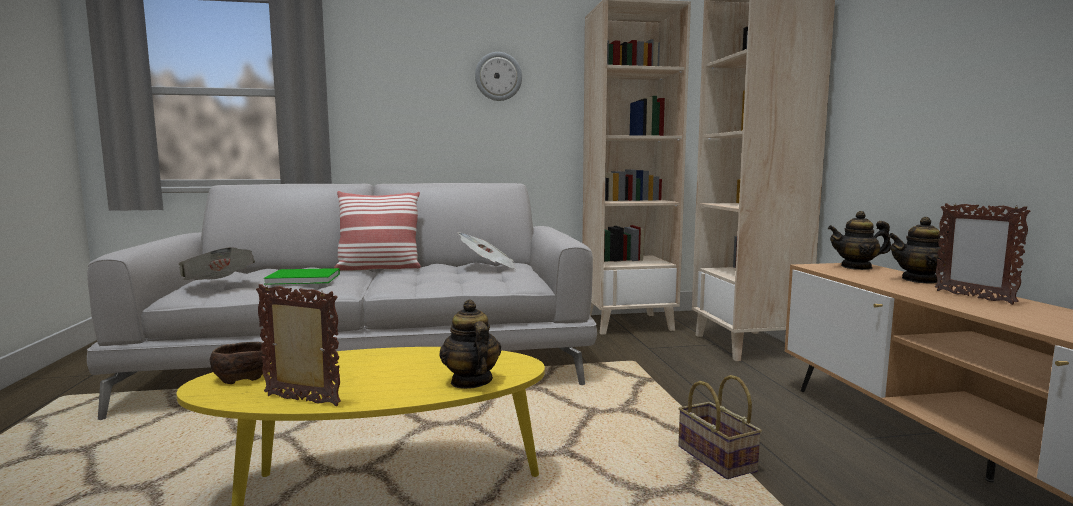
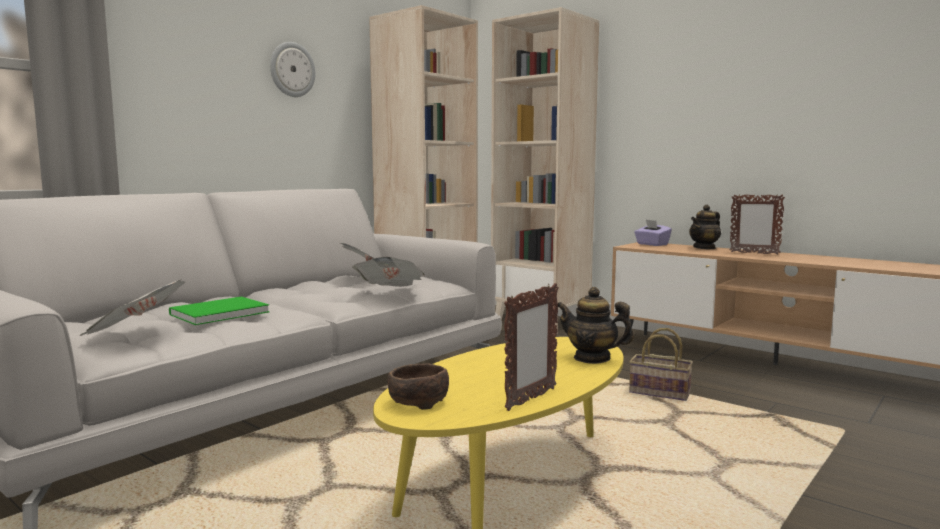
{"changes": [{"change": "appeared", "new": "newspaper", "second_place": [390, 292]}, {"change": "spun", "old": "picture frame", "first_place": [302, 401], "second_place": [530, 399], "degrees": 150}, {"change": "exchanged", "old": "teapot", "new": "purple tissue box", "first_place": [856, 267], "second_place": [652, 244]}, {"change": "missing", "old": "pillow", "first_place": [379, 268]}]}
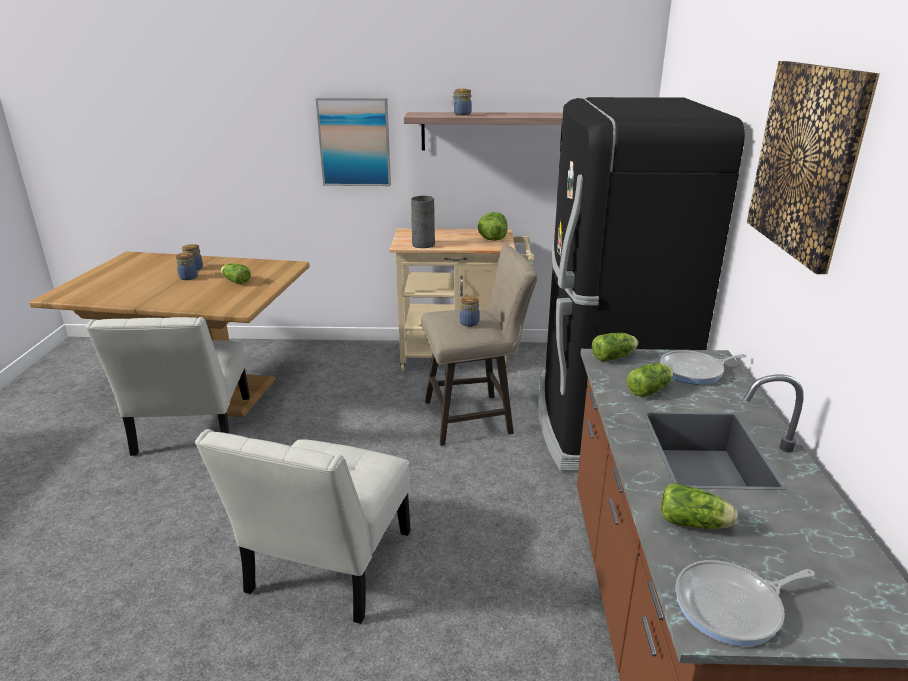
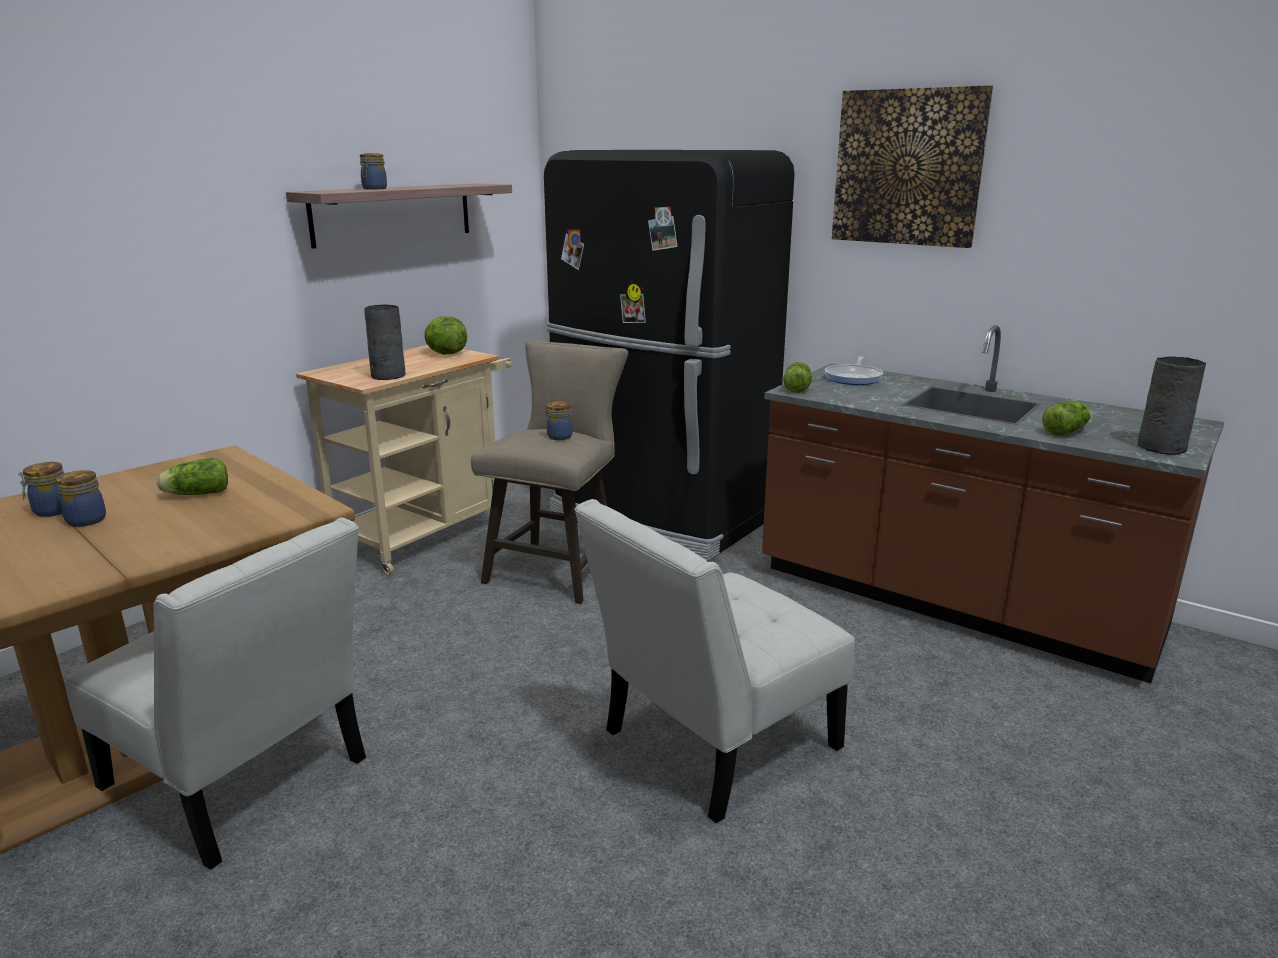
{"changes": [{"change": "spun", "old": "white chair", "first_place": [326, 568], "second_place": [711, 745], "degrees": 90}, {"change": "exchanged", "old": "frying pan", "new": "grey vase", "first_place": [733, 607], "second_place": [1162, 447]}, {"change": "missing", "old": "picture", "first_place": [354, 142]}, {"change": "missing", "old": "lettuce", "first_place": [650, 390]}]}
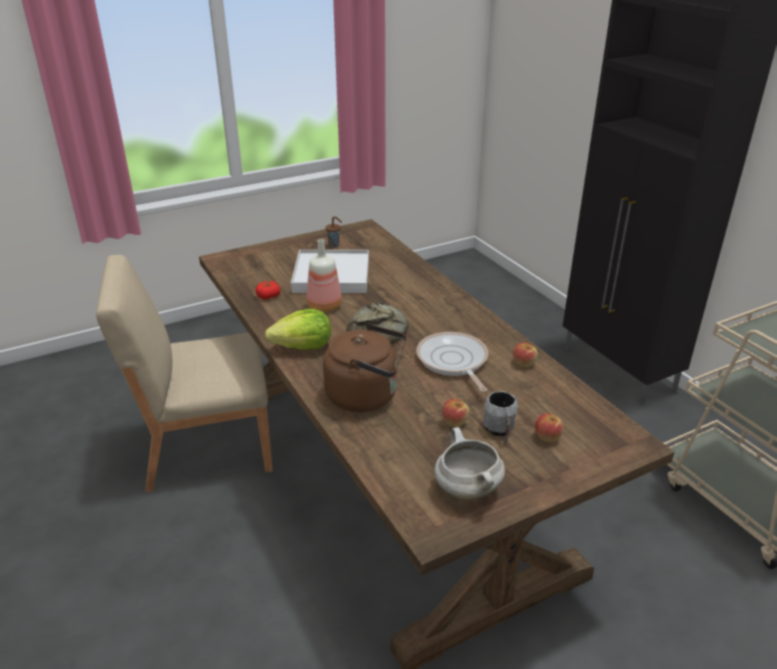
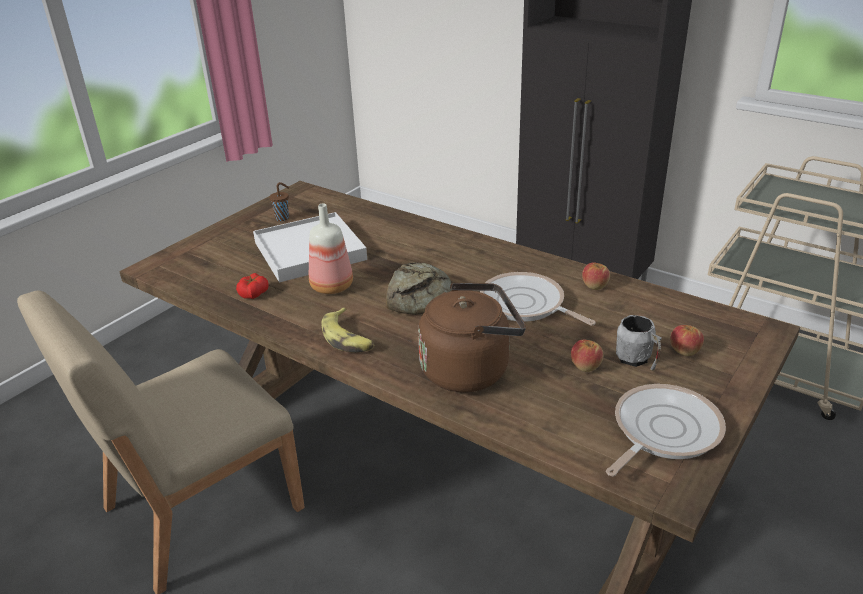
{"changes": [{"change": "exchanged", "old": "lettuce", "new": "banana", "first_place": [303, 346], "second_place": [348, 338]}, {"change": "exchanged", "old": "white cooking pot", "new": "frying pan", "first_place": [466, 489], "second_place": [662, 431]}]}
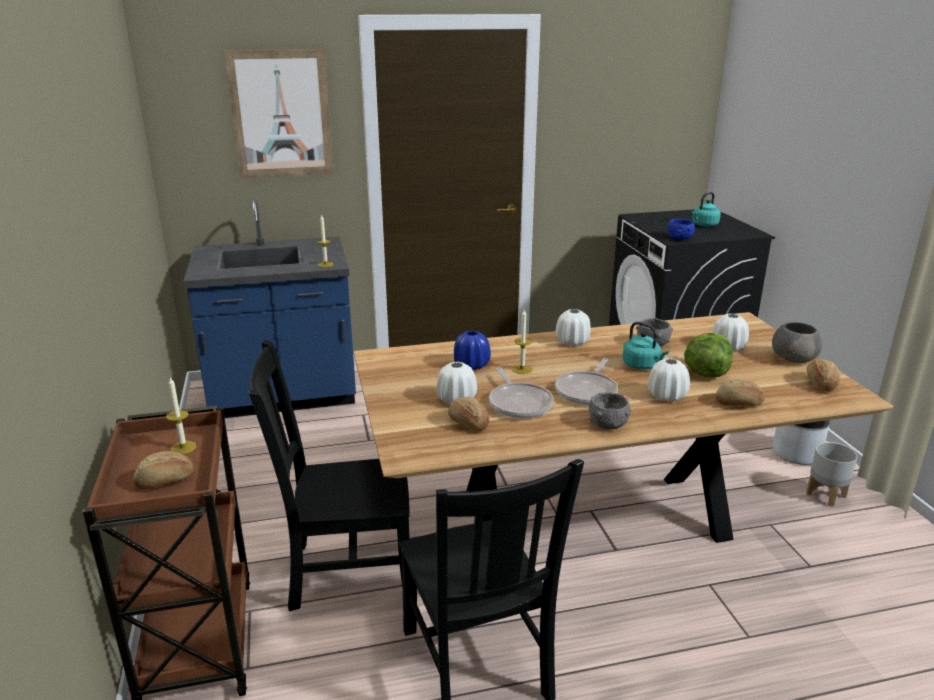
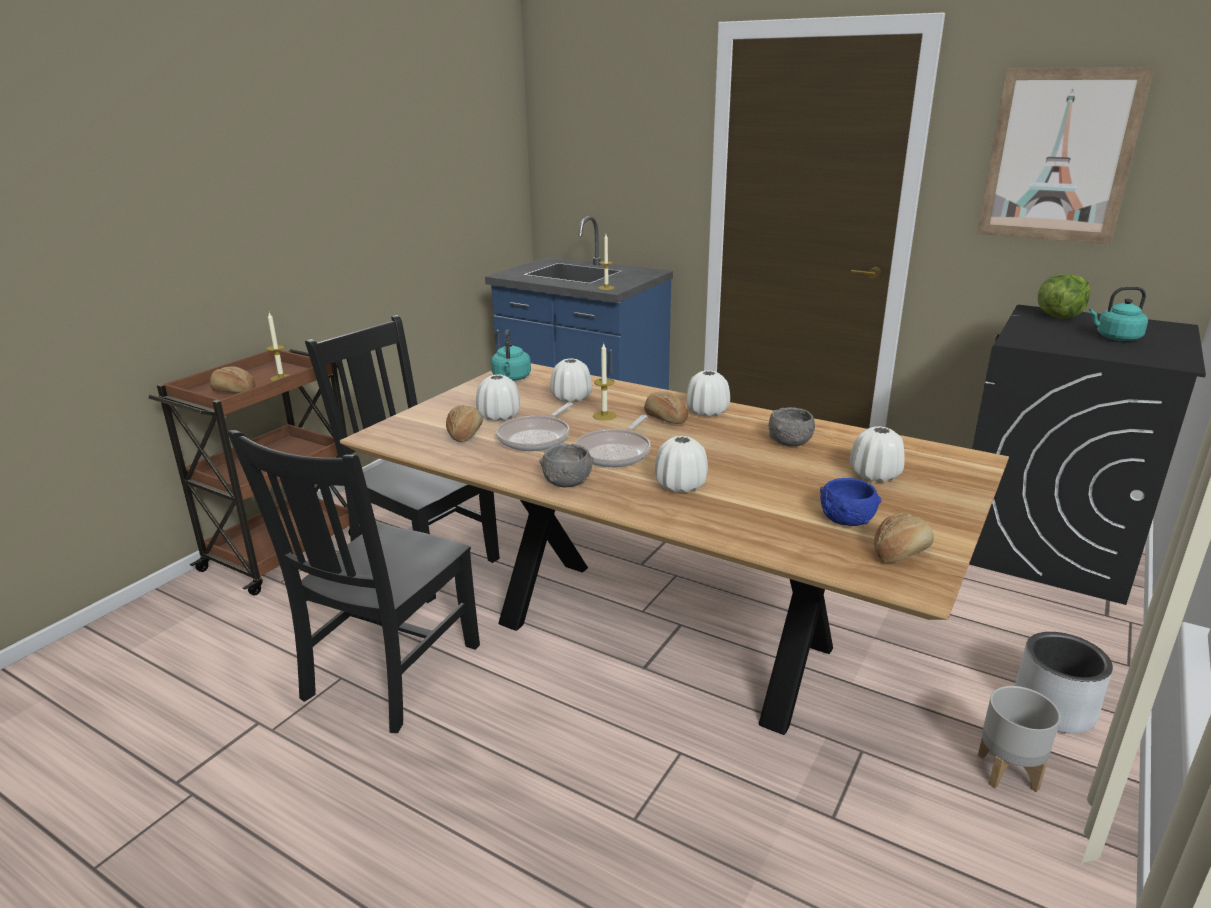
{"changes": [{"change": "relocated", "old": "turquoise kettle", "first_place": [642, 365], "second_place": [511, 378]}, {"change": "colour", "old": "blue vase", "new": "white vase", "first_place": [471, 365], "second_place": [571, 398]}, {"change": "spun", "old": "frying pan", "first_place": [587, 391], "second_place": [615, 452], "degrees": -45}, {"change": "relocated", "old": "bread", "first_place": [739, 404], "second_place": [665, 419]}, {"change": "relocated", "old": "blue bowl", "first_place": [679, 238], "second_place": [846, 519]}, {"change": "relocated", "old": "picture", "first_place": [281, 114], "second_place": [1059, 156]}, {"change": "relocated", "old": "lettuce", "first_place": [705, 373], "second_place": [1058, 316]}, {"change": "missing", "old": "grey bowl", "first_place": [794, 358]}]}
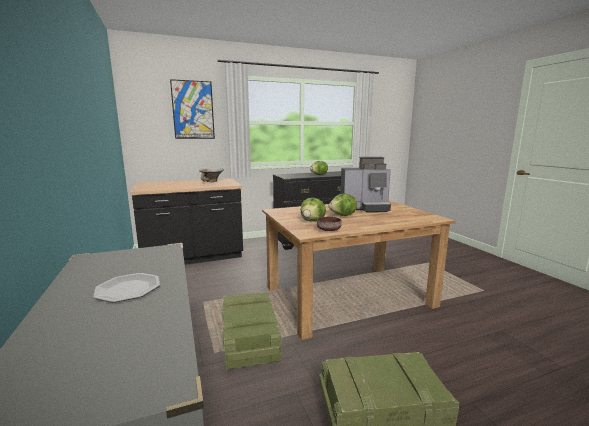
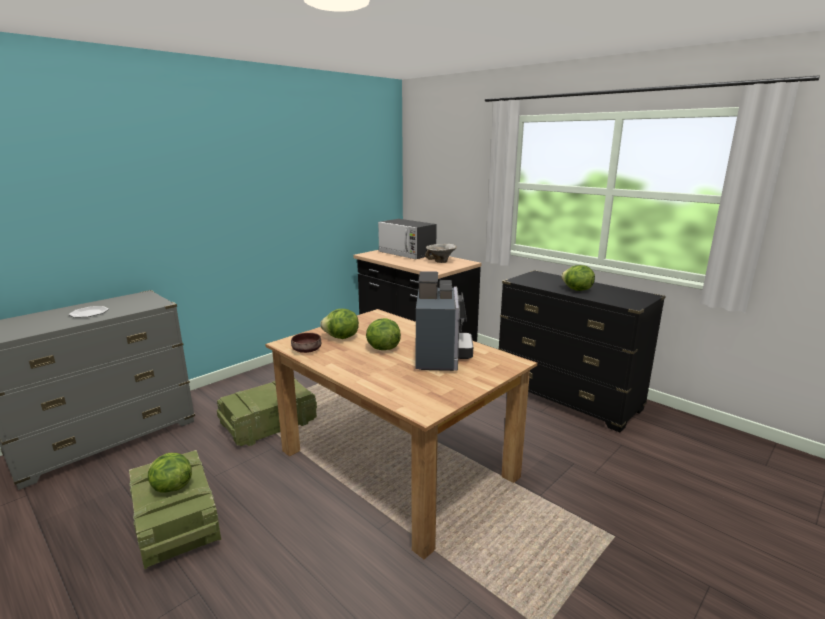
{"changes": [{"change": "appeared", "new": "lettuce", "second_place": [171, 487]}, {"change": "appeared", "new": "microwave", "second_place": [407, 254]}, {"change": "spun", "old": "coffee machine", "first_place": [365, 208], "second_place": [441, 356], "degrees": -150}, {"change": "missing", "old": "picture", "first_place": [193, 110]}]}
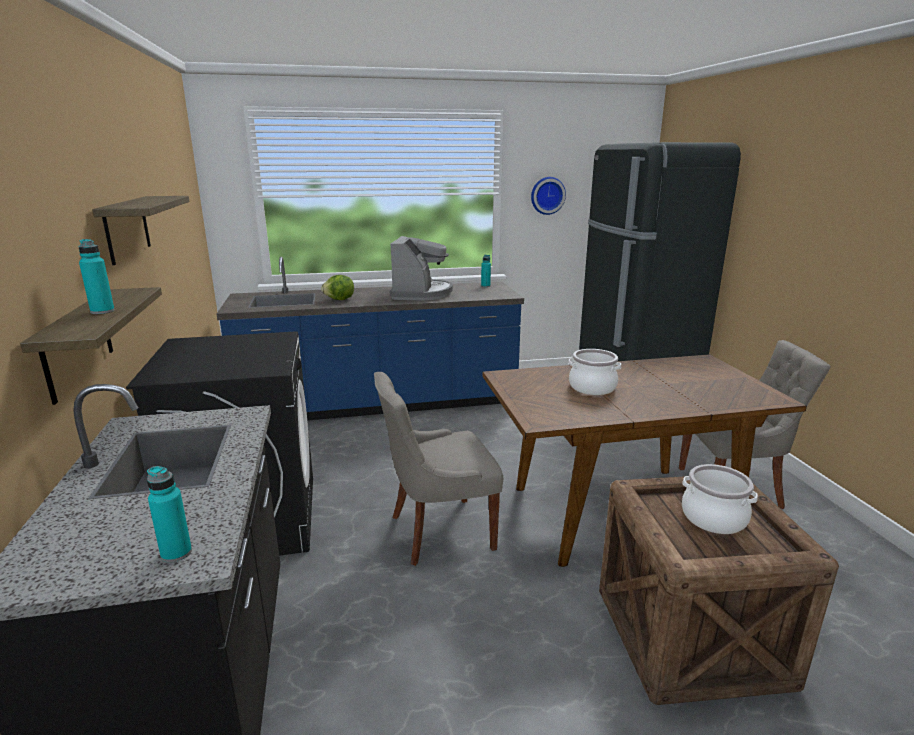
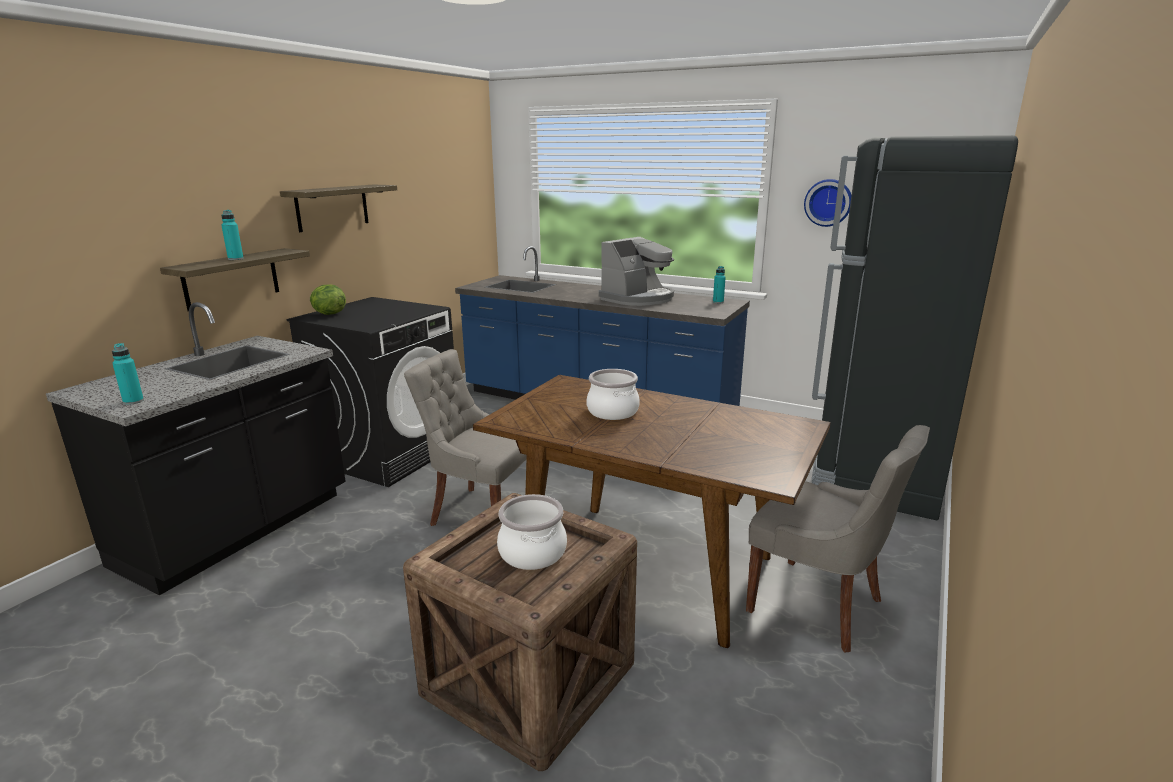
{"changes": [{"change": "relocated", "old": "lettuce", "first_place": [339, 300], "second_place": [328, 314]}]}
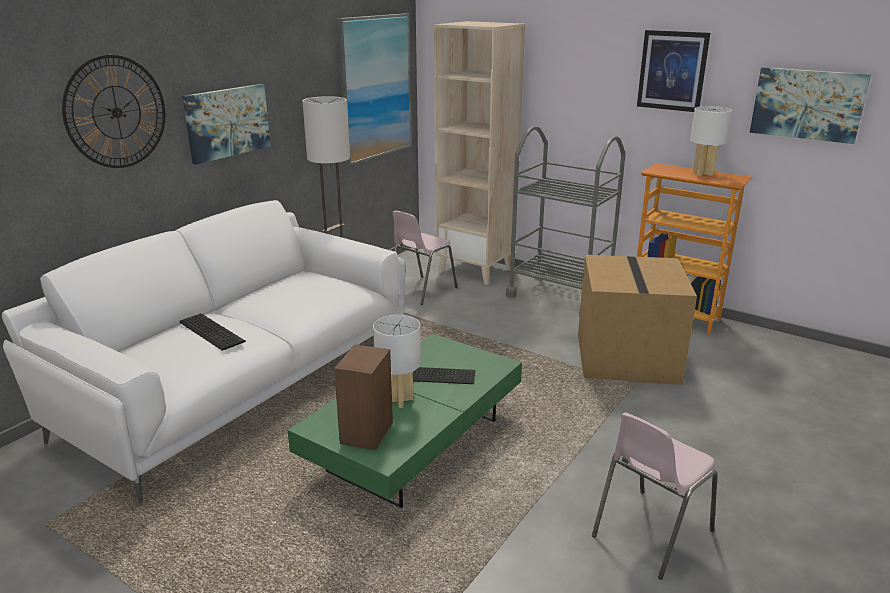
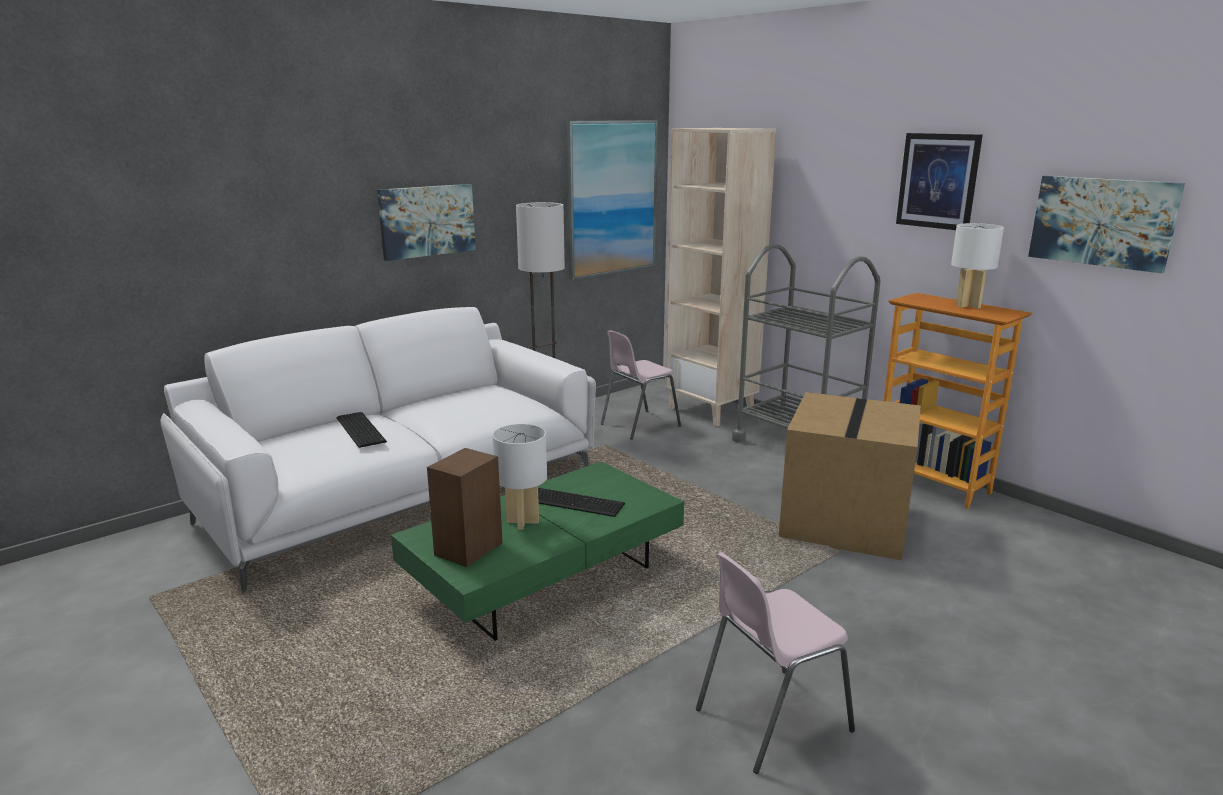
{"changes": [{"change": "missing", "old": "wall clock", "first_place": [116, 112]}]}
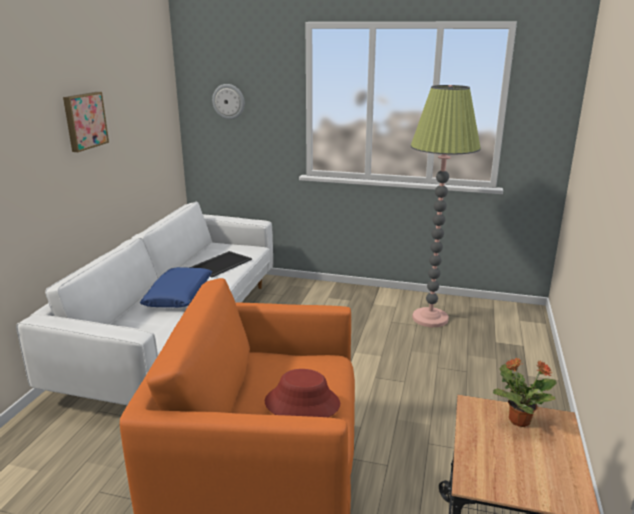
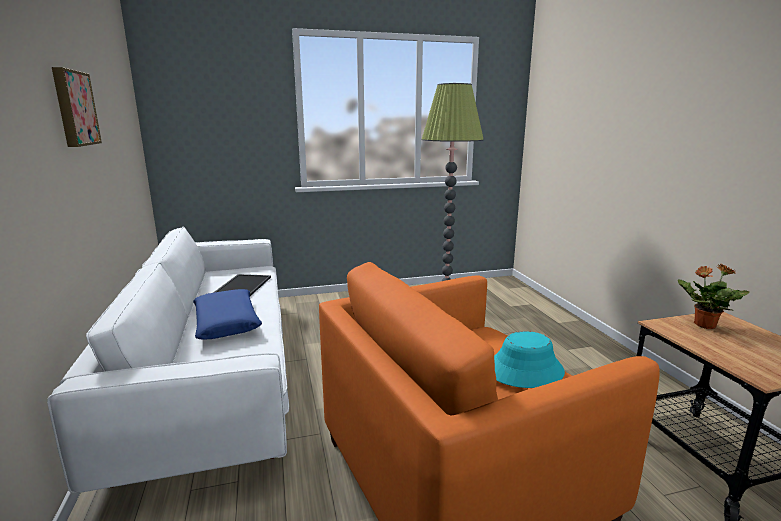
{"changes": [{"change": "colour", "old": "red hat", "new": "turquoise hat", "first_place": [302, 403], "second_place": [524, 370]}, {"change": "missing", "old": "wall clock", "first_place": [228, 101]}]}
